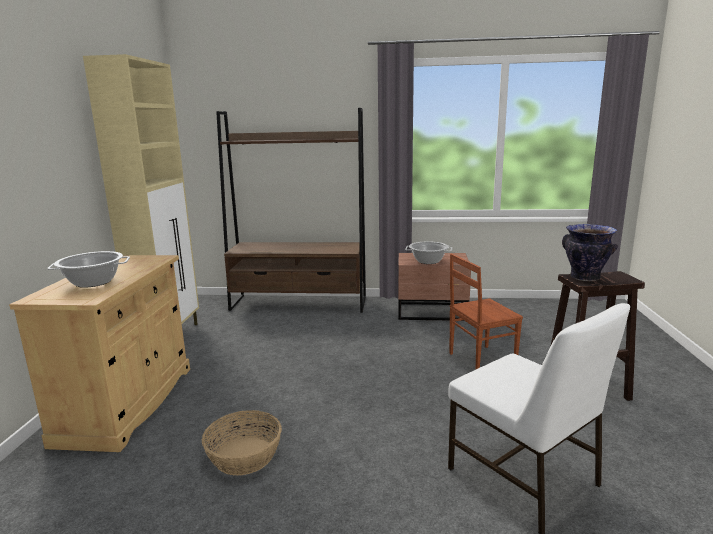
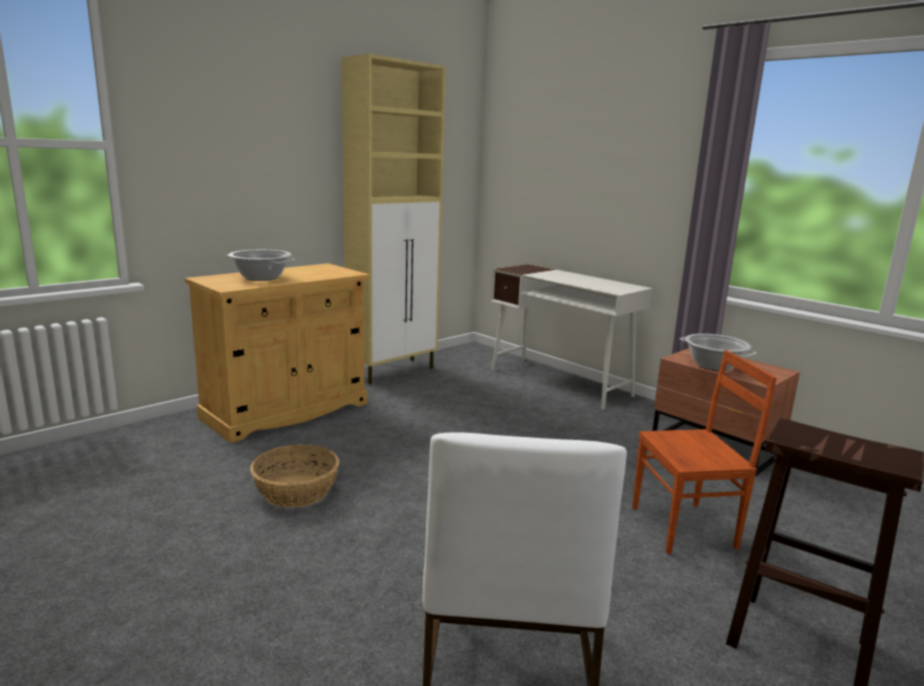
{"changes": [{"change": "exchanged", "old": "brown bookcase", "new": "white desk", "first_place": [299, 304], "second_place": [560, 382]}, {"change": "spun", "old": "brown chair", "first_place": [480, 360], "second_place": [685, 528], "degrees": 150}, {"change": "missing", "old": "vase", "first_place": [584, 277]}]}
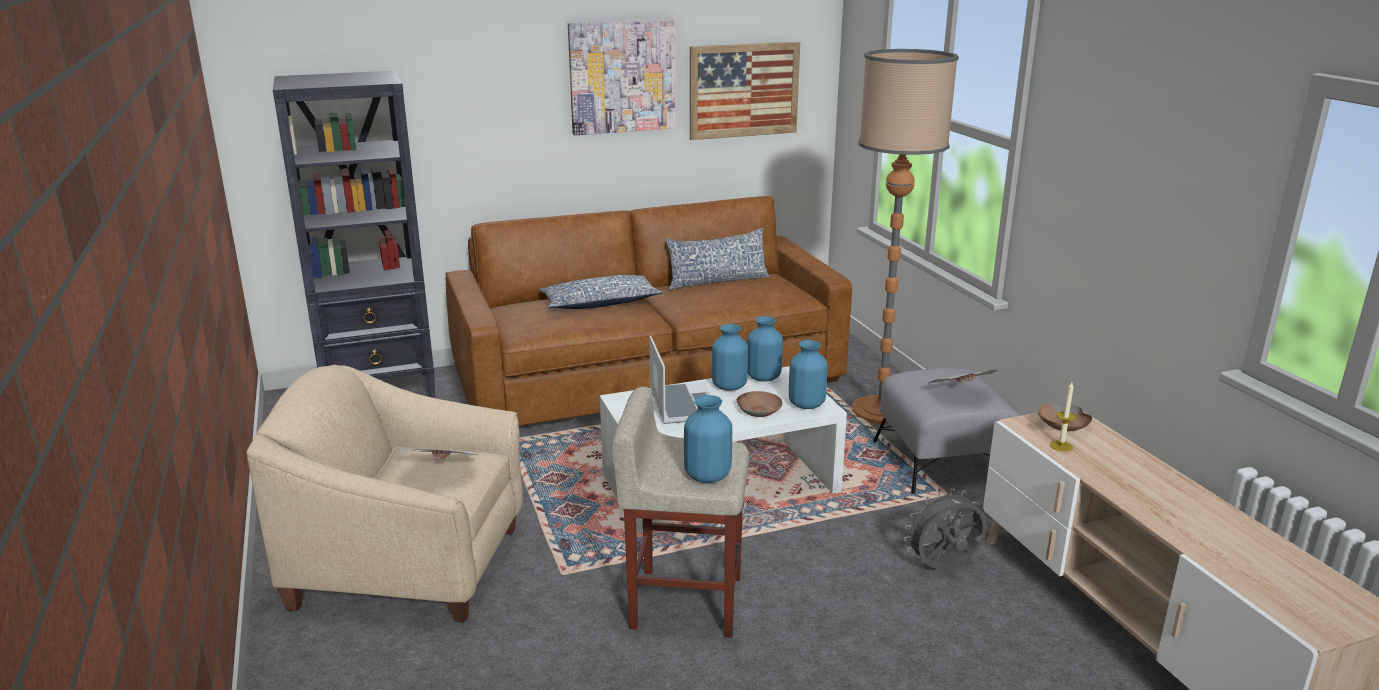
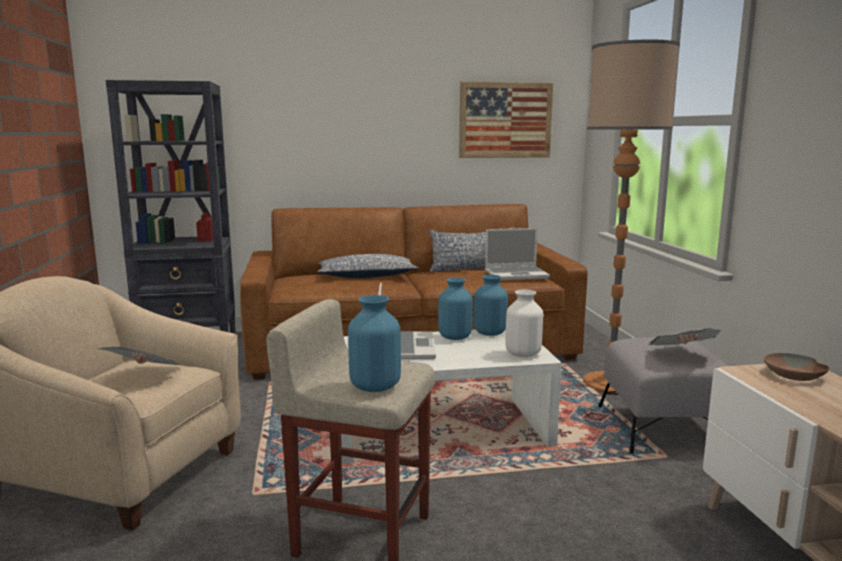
{"changes": [{"change": "appeared", "new": "laptop", "second_place": [516, 274]}, {"change": "colour", "old": "blue vase", "new": "white vase", "first_place": [806, 404], "second_place": [523, 354]}, {"change": "missing", "old": "picture", "first_place": [622, 77]}, {"change": "missing", "old": "brown bowl", "first_place": [759, 410]}, {"change": "missing", "old": "grey fan", "first_place": [944, 568]}, {"change": "missing", "old": "candle", "first_place": [1061, 446]}]}
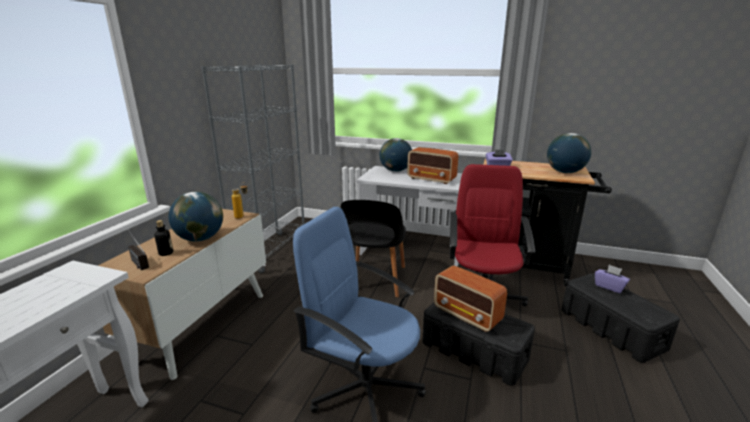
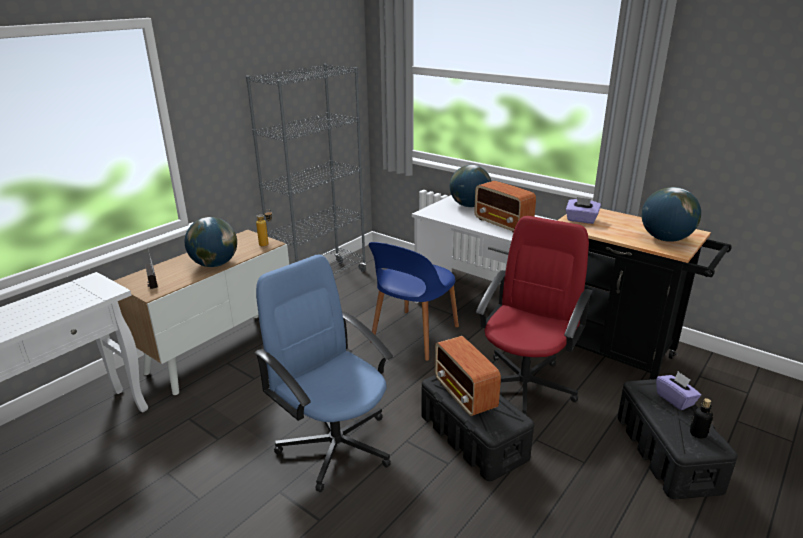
{"changes": [{"change": "colour", "old": "black chair", "new": "blue chair", "first_place": [374, 280], "second_place": [413, 335]}, {"change": "relocated", "old": "bottle", "first_place": [166, 253], "second_place": [698, 433]}]}
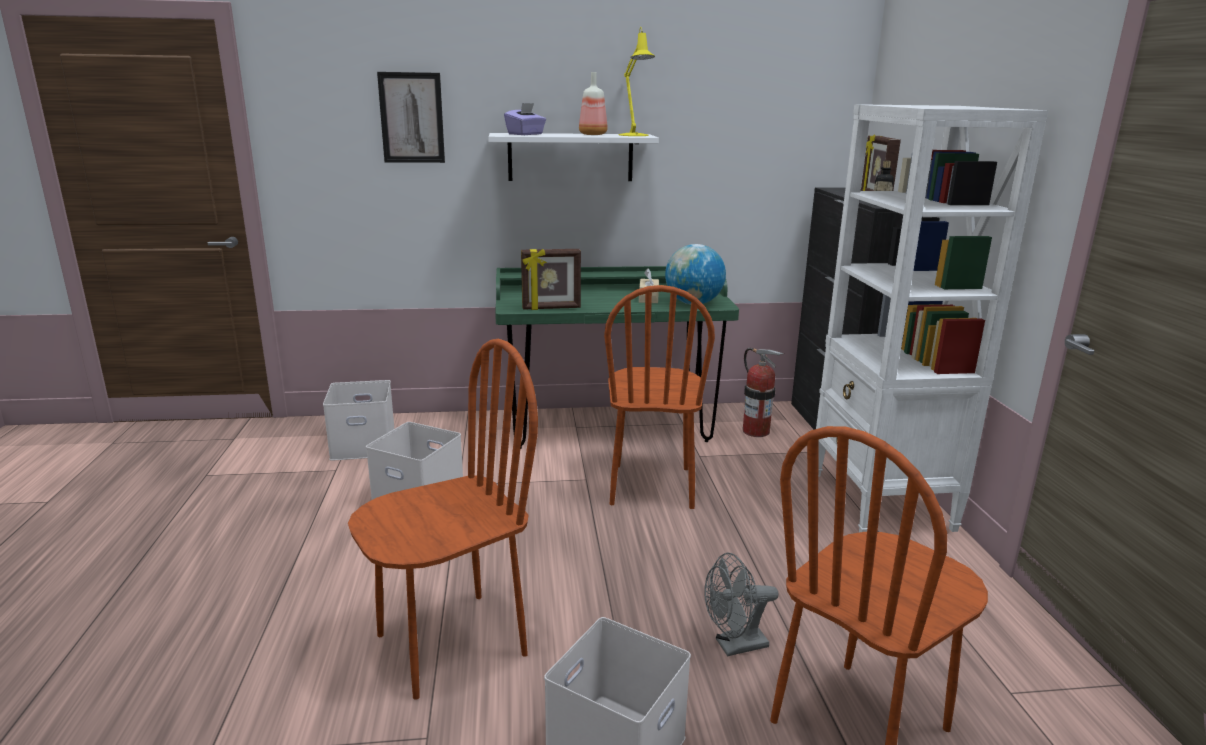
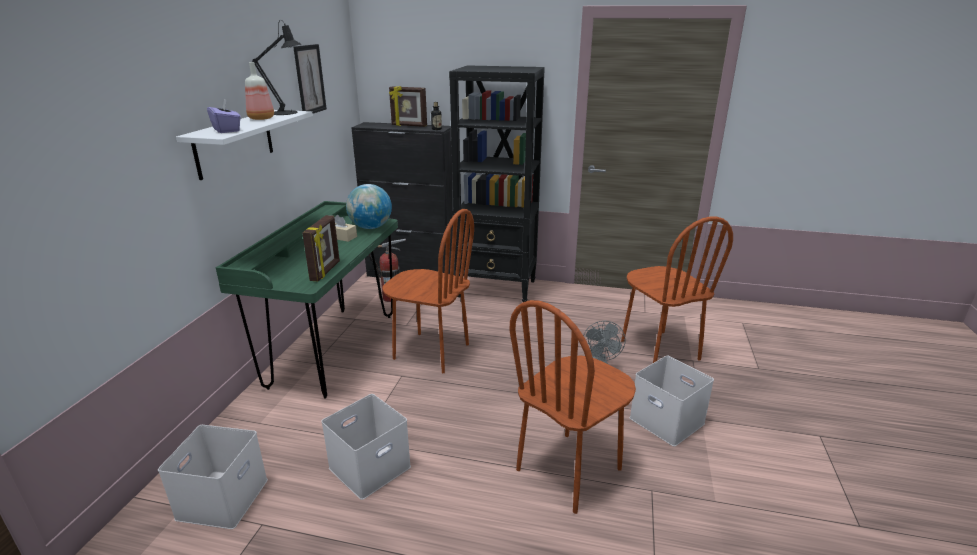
{"changes": [{"change": "colour", "old": "yellow table lamp", "new": "black table lamp", "first_place": [635, 135], "second_place": [288, 113]}, {"change": "relocated", "old": "picture", "first_place": [412, 118], "second_place": [310, 79]}, {"change": "colour", "old": "white bookcase", "new": "black bookcase", "first_place": [881, 502], "second_place": [497, 289]}, {"change": "spun", "old": "brown chair", "first_place": [451, 643], "second_place": [569, 470], "degrees": -120}]}
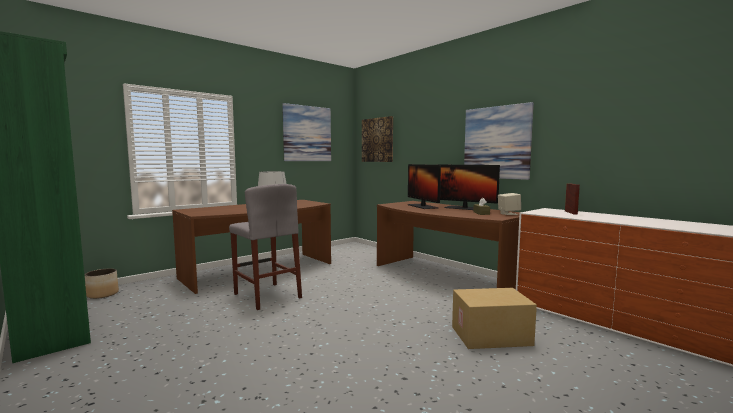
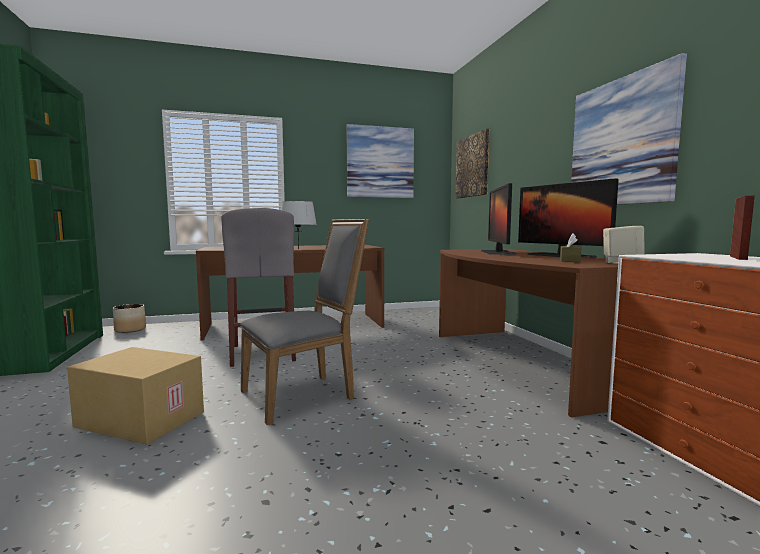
{"changes": [{"change": "relocated", "old": "cardboard box", "first_place": [490, 336], "second_place": [138, 420]}, {"change": "appeared", "new": "grey chair", "second_place": [304, 394]}]}
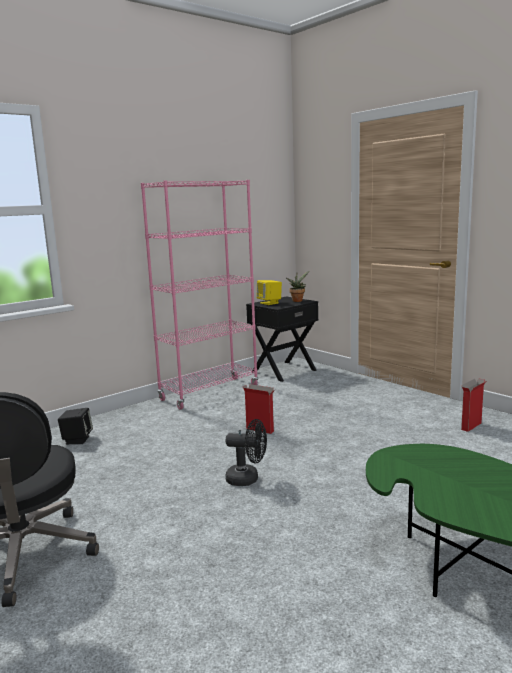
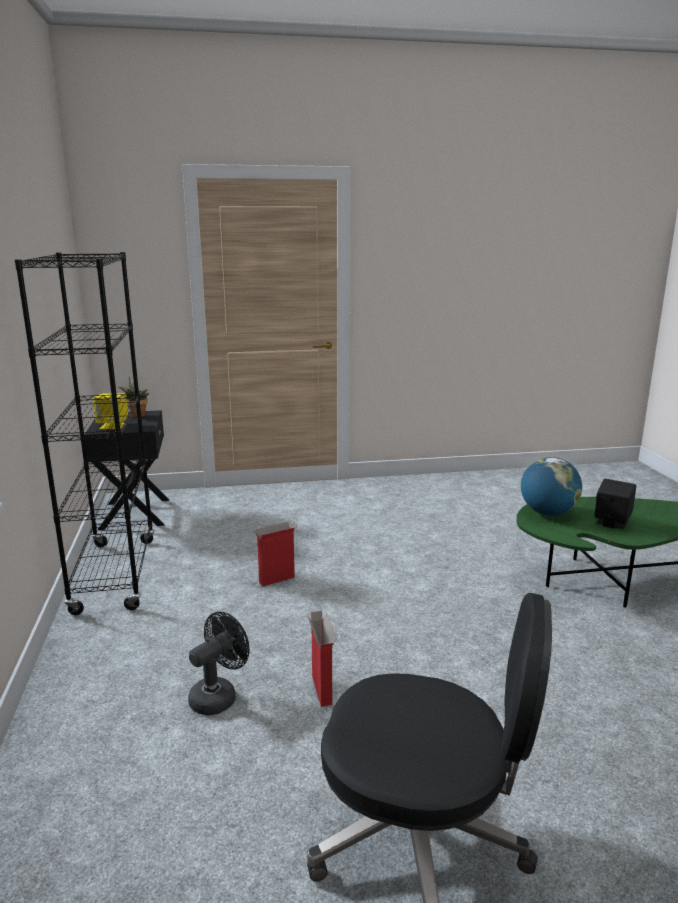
{"changes": [{"change": "colour", "old": "pink bookcase", "new": "black bookcase", "first_place": [209, 393], "second_place": [115, 575]}, {"change": "relocated", "old": "black fan", "first_place": [248, 479], "second_place": [218, 696]}, {"change": "relocated", "old": "cardboard box", "first_place": [471, 426], "second_place": [322, 691]}, {"change": "appeared", "new": "globe", "second_place": [547, 513]}, {"change": "relocated", "old": "black speaker", "first_place": [77, 440], "second_place": [611, 522]}]}
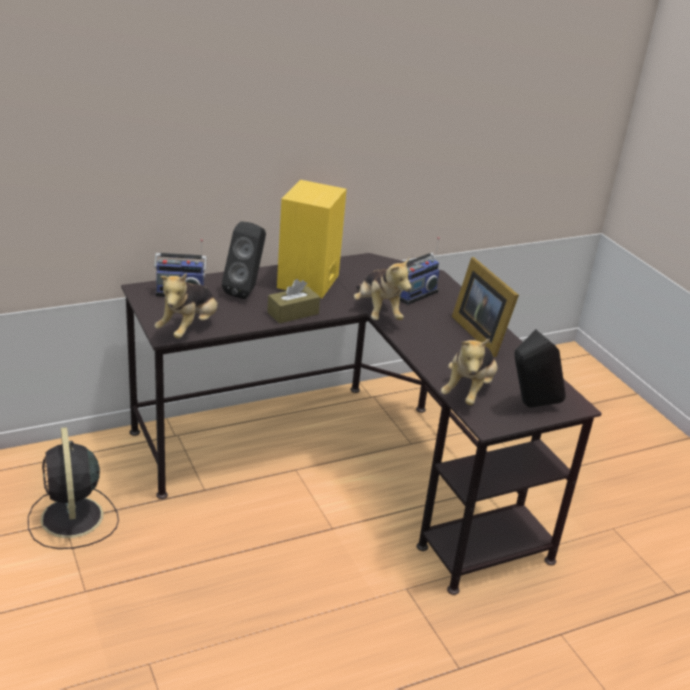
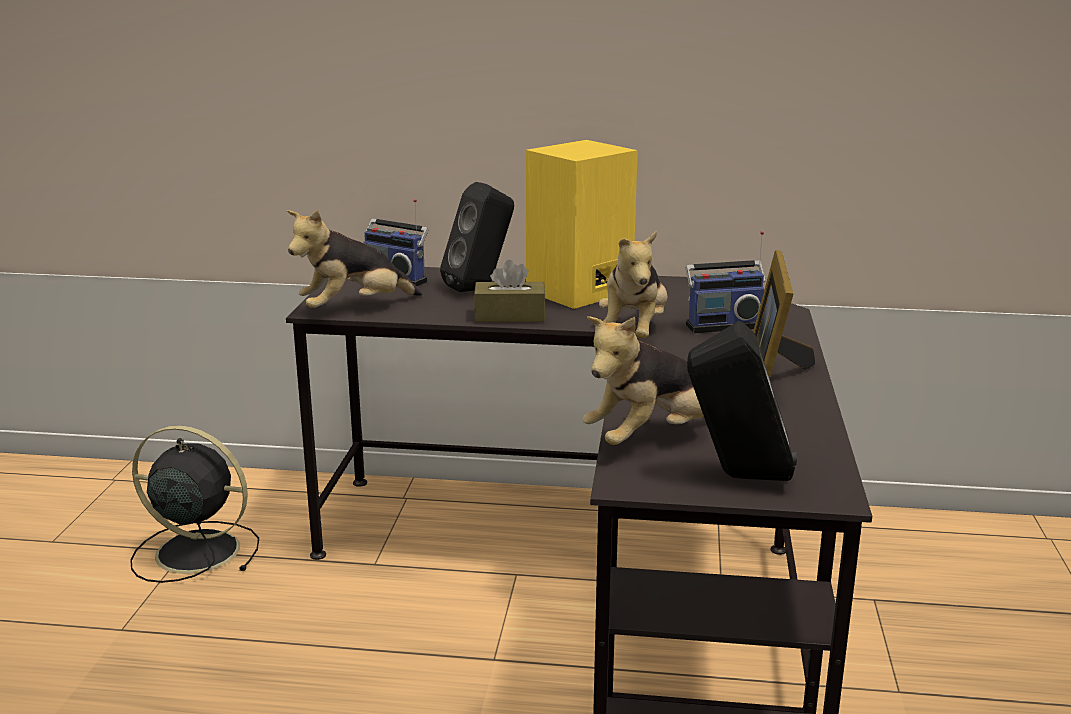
{"changes": [{"change": "spun", "old": "black fan", "first_place": [72, 519], "second_place": [194, 551], "degrees": 90}]}
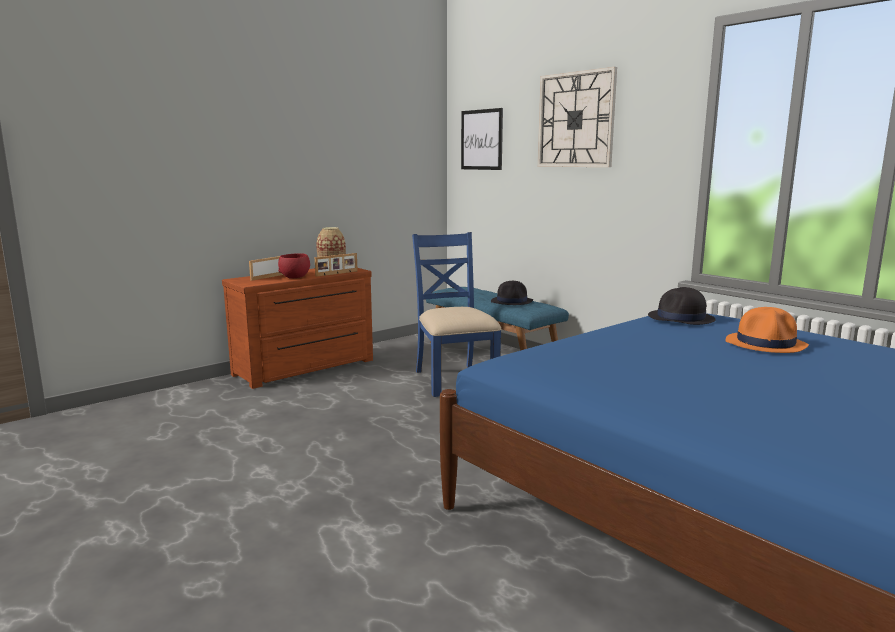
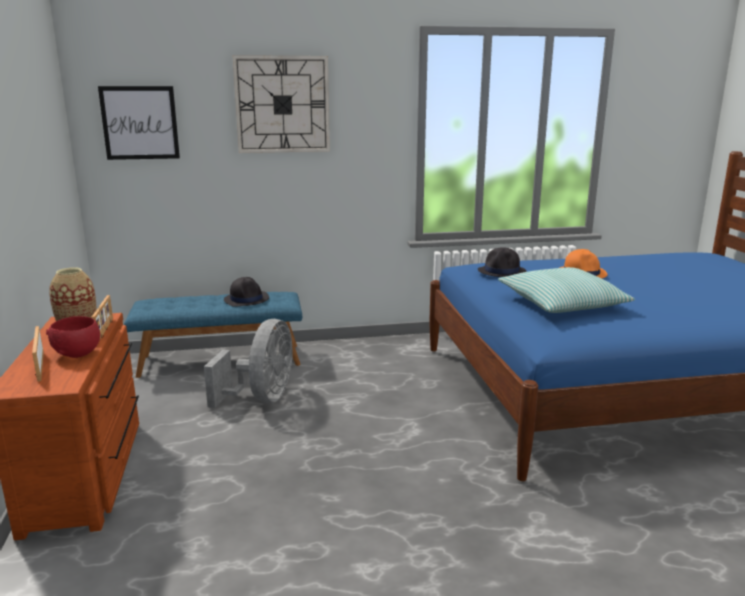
{"changes": [{"change": "exchanged", "old": "blue chair", "new": "grey fan", "first_place": [454, 379], "second_place": [262, 398]}, {"change": "appeared", "new": "pillow", "second_place": [562, 303]}]}
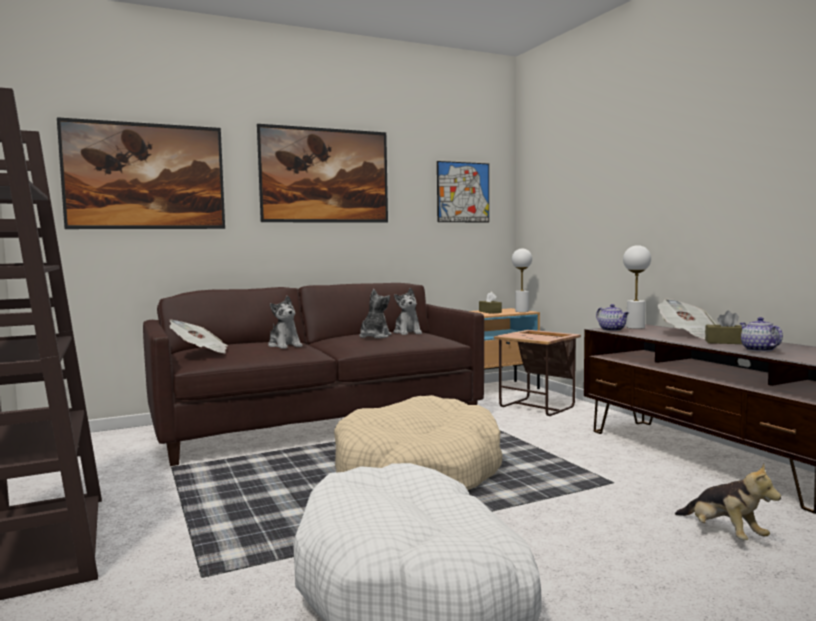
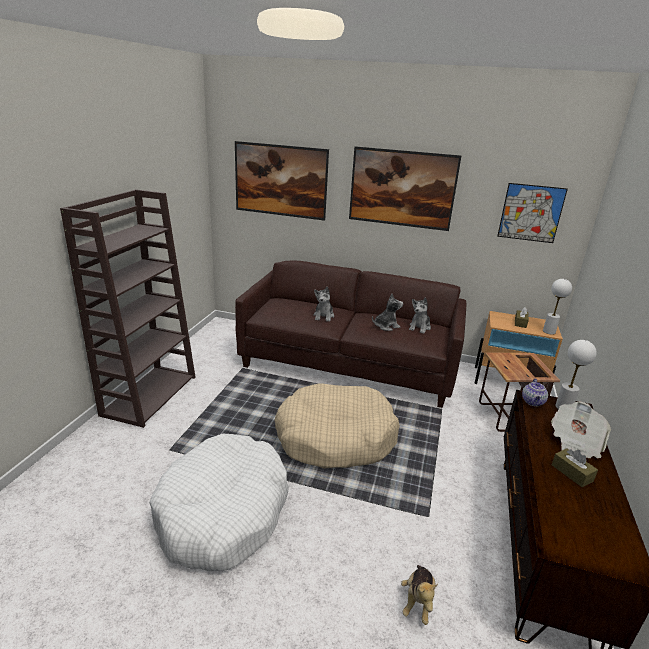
{"changes": [{"change": "missing", "old": "newspaper", "first_place": [200, 352]}, {"change": "missing", "old": "teapot", "first_place": [758, 350]}]}
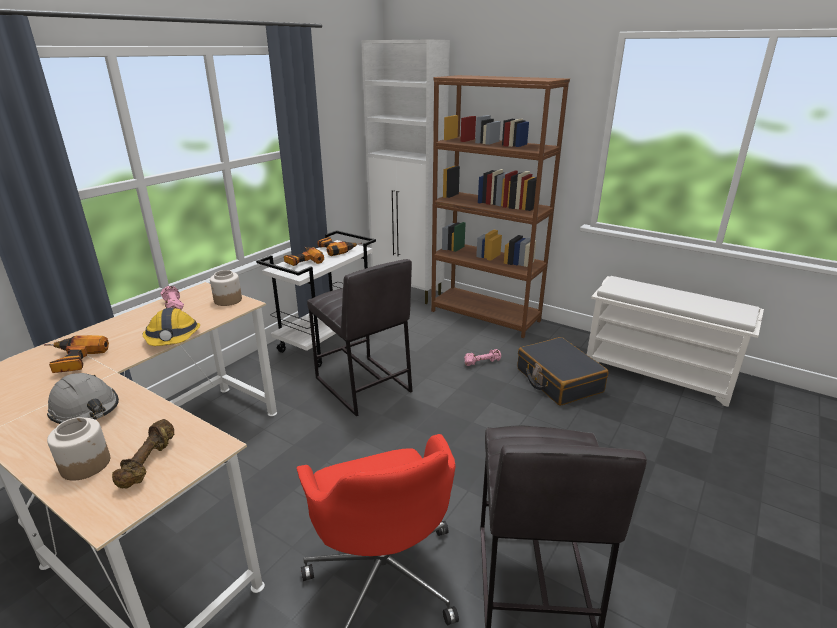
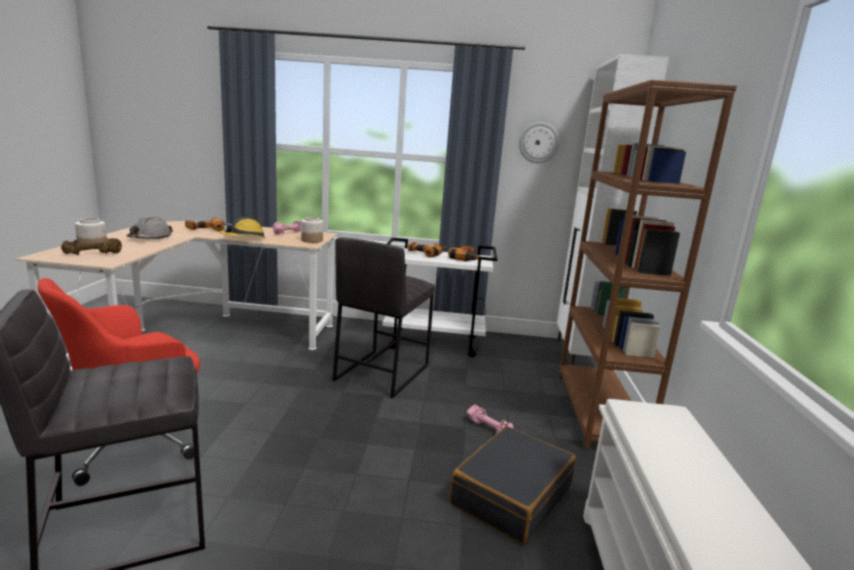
{"changes": [{"change": "appeared", "new": "wall clock", "second_place": [538, 142]}]}
